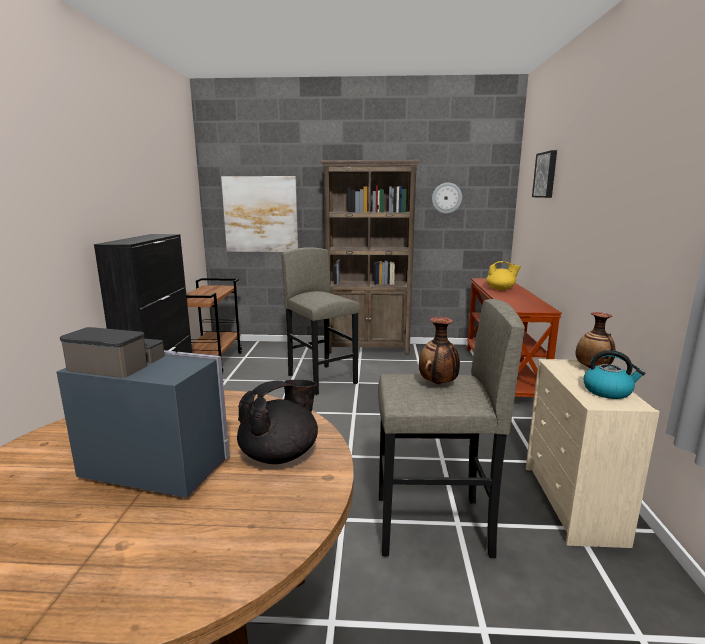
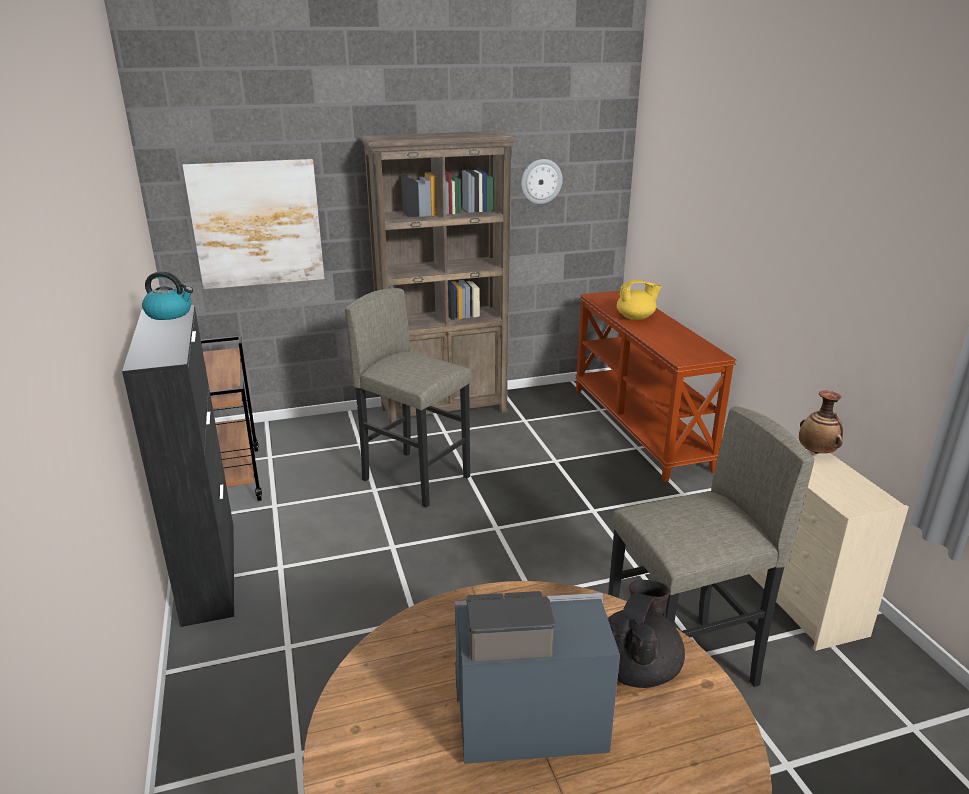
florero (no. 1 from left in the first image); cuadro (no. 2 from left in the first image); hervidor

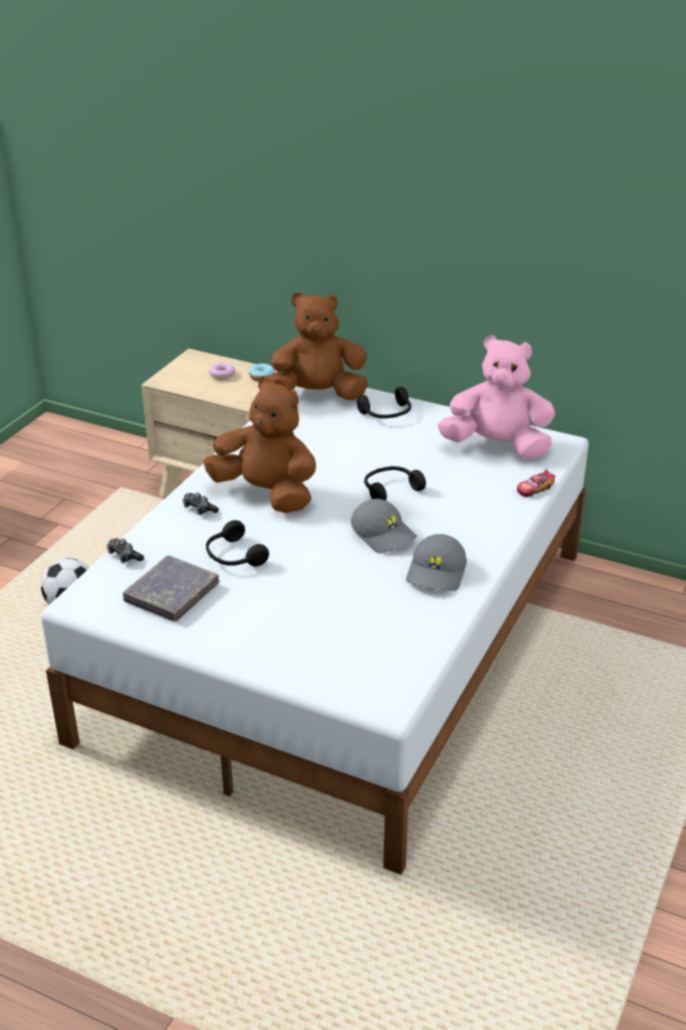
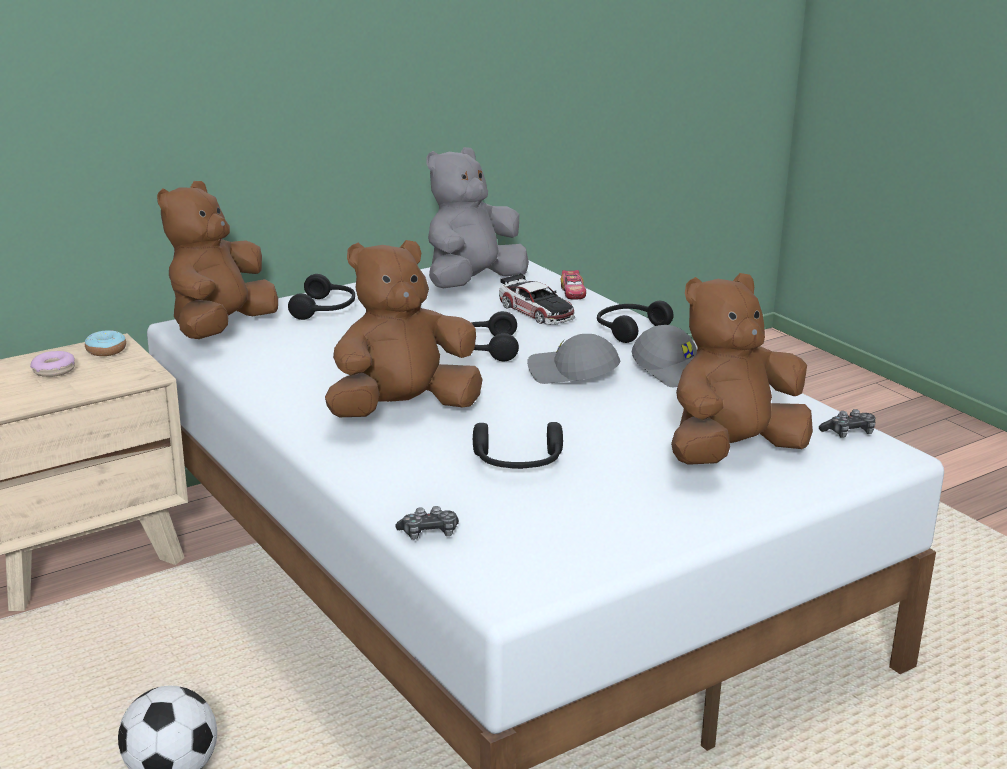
libro/gris; coche de juguete (no. 1 from left); auriculares/negro (no. 4 from left); peluche/marrón (no. 3 from left); mando de consola (no. 2 from left); peluche/gris; gorra/gris (no. 1 from left)

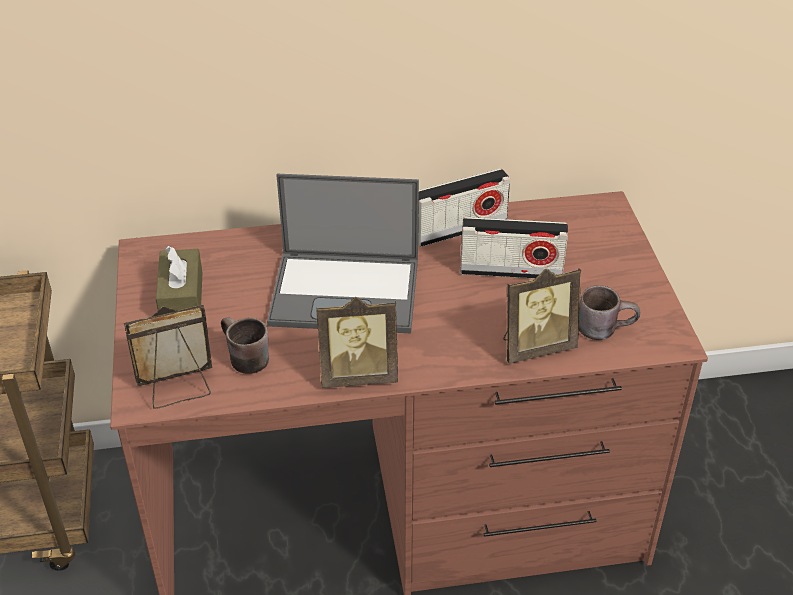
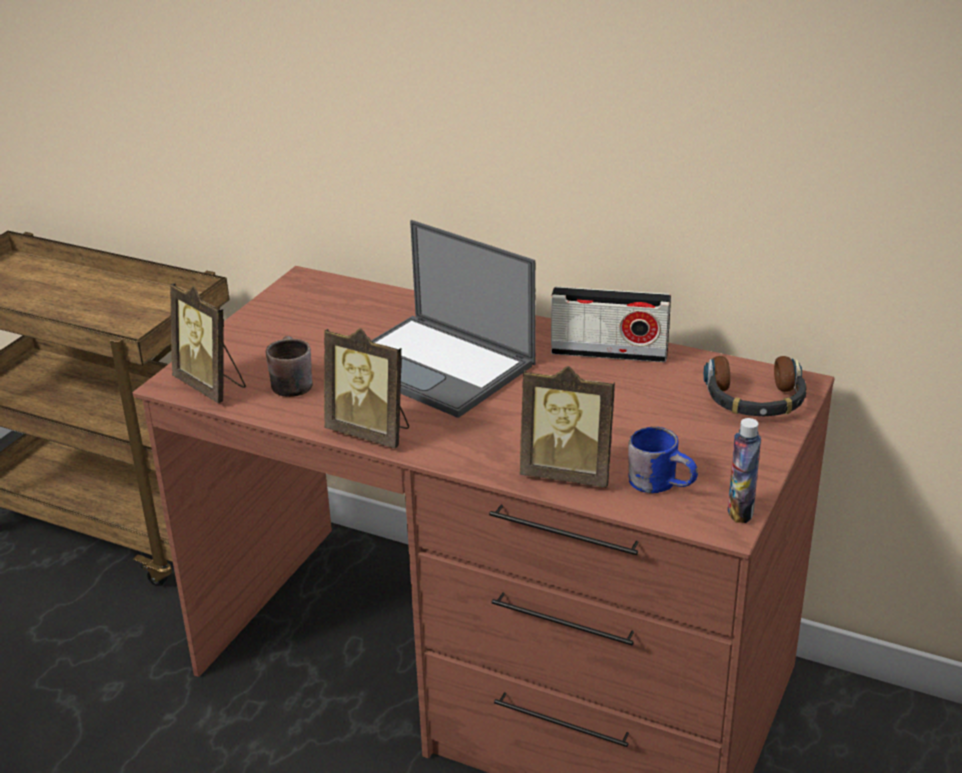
caja de pañuelos/marrón; radio (no. 2 from left in the first image); auriculares; botella; taza grande/azul; portarretratos (no. 1 from left)

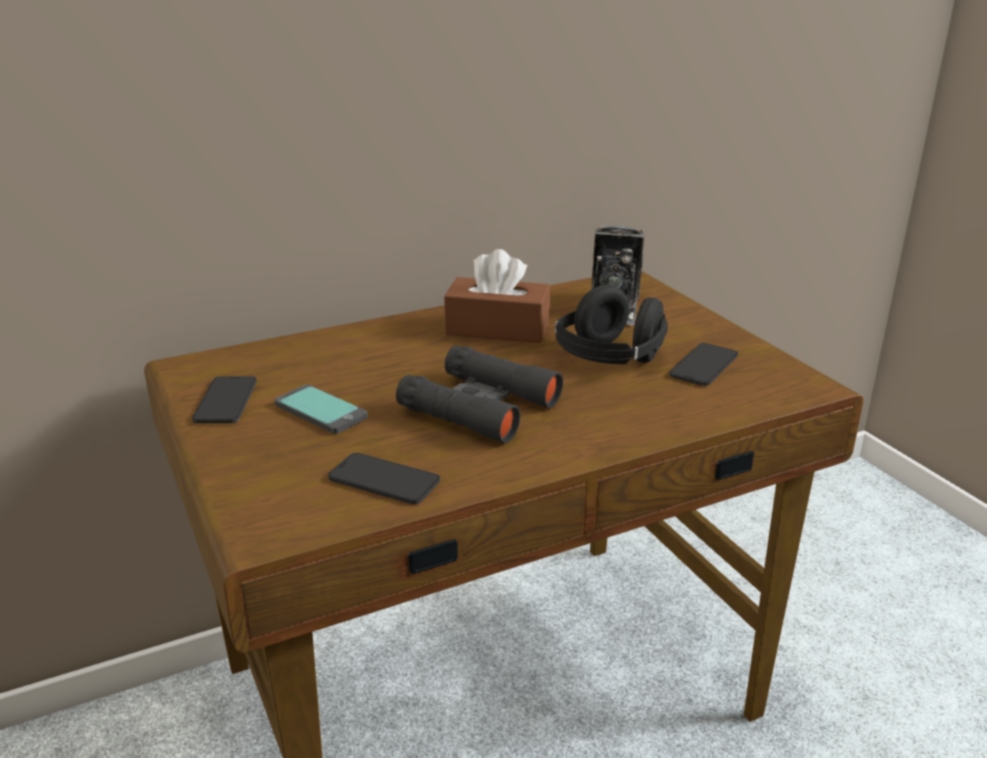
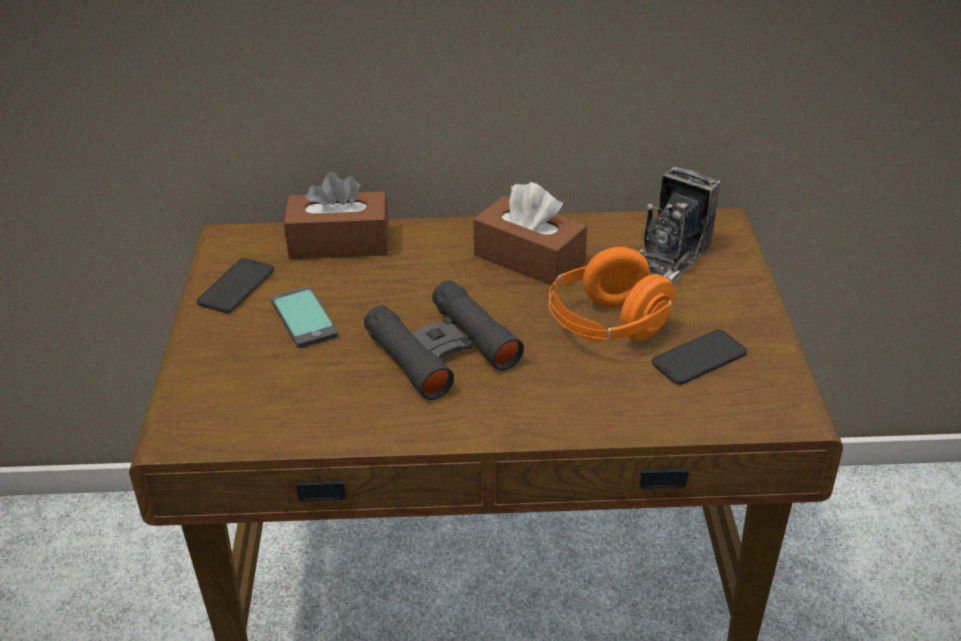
móvil (no. 3 from left in the first image); caja de pañuelos/marrón (no. 1 from left); auriculares/naranja

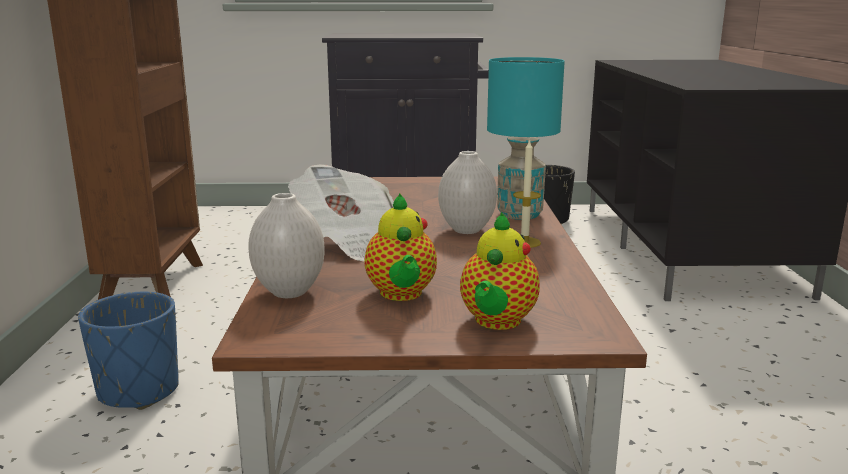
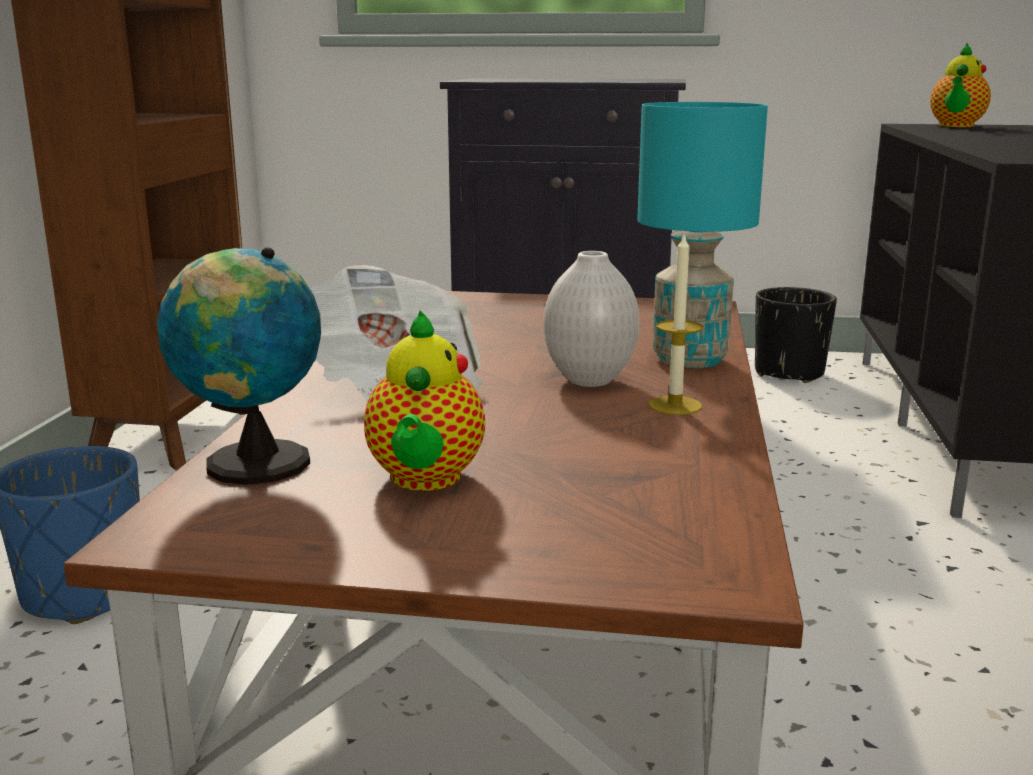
tetera (no. 2 from left); globo terráqueo

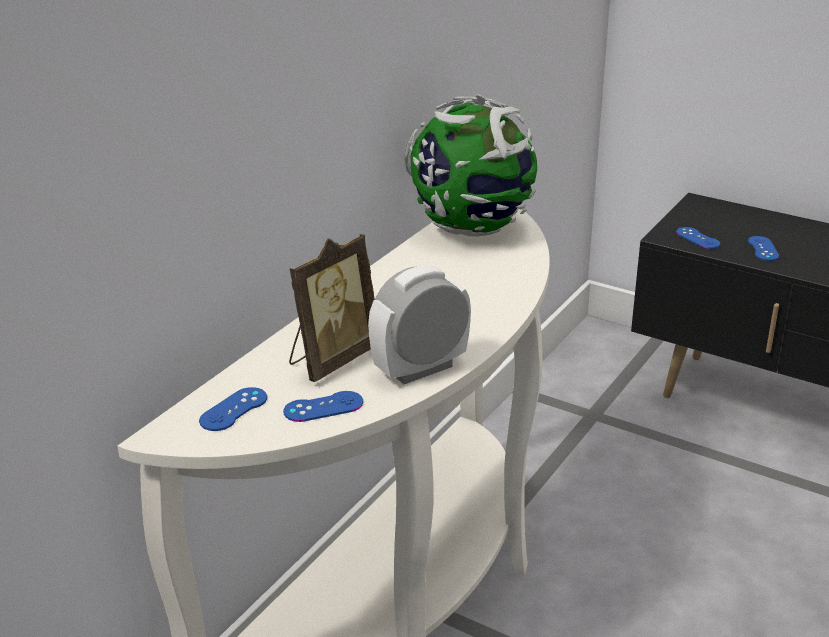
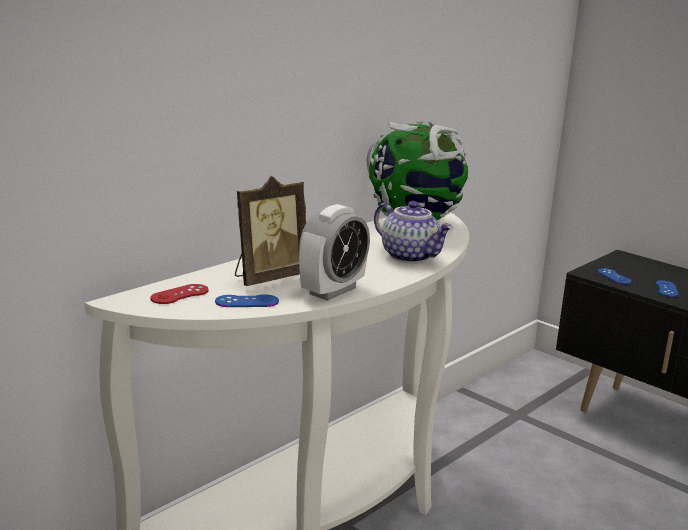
tetera; mando de consola/rojo; despertador

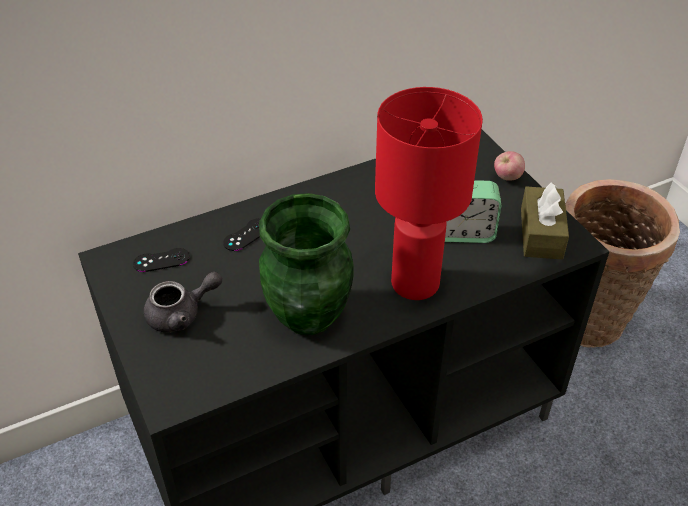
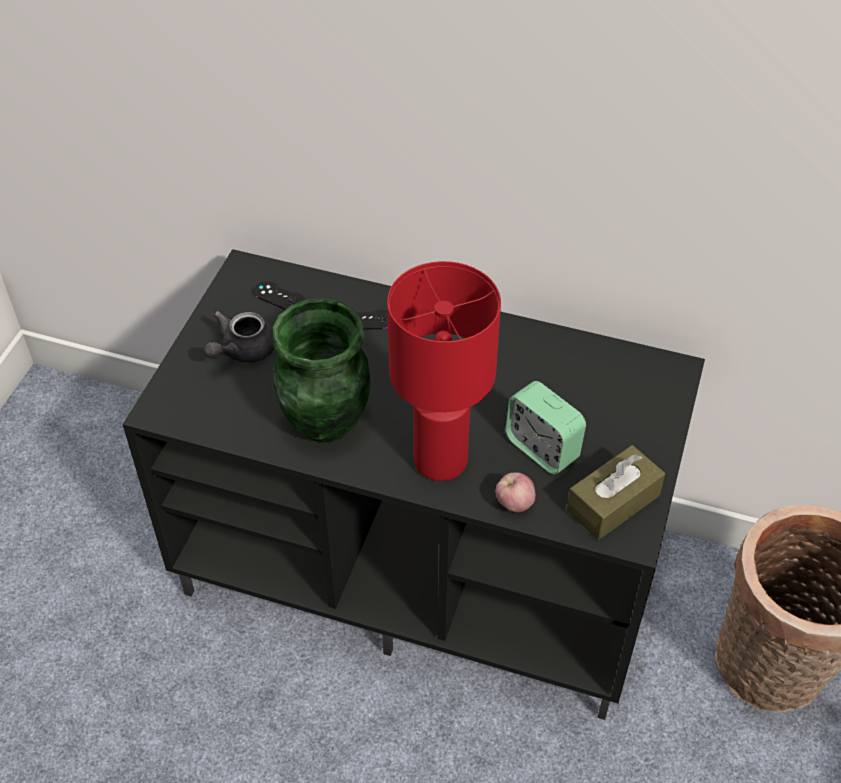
manzana; tetera/gris

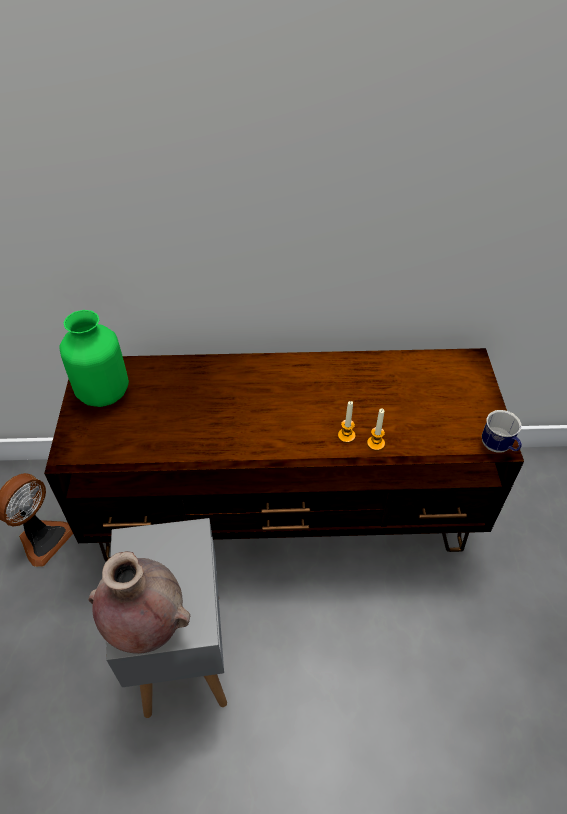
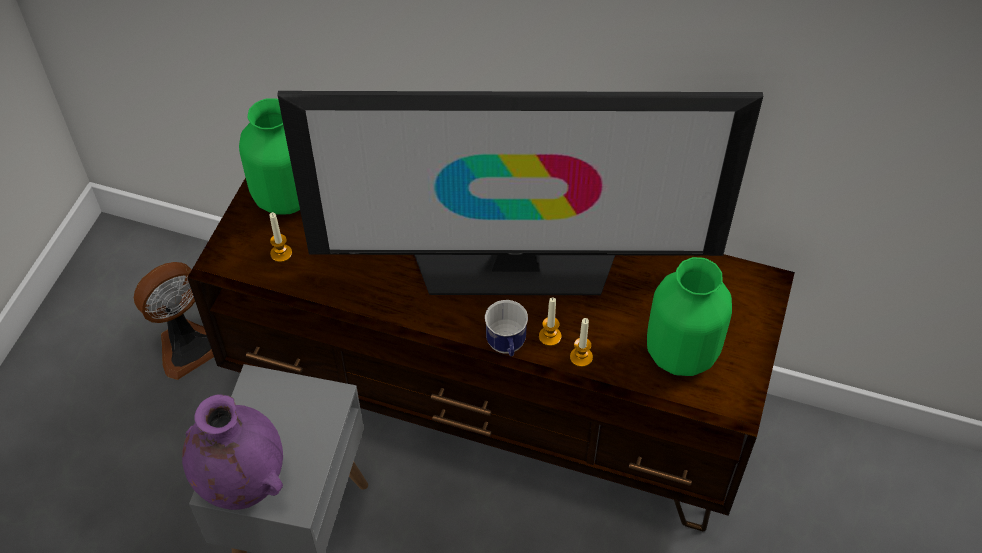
vela (no. 1 from left); televisor; florero/verde (no. 2 from left); taza grande; florero/morado

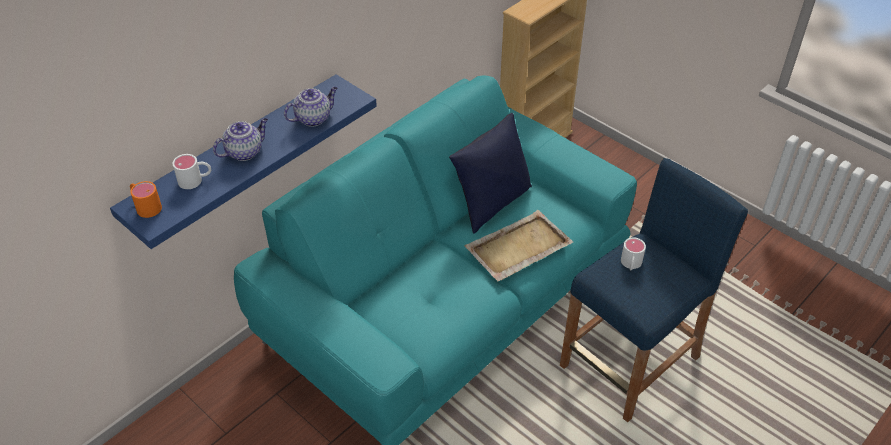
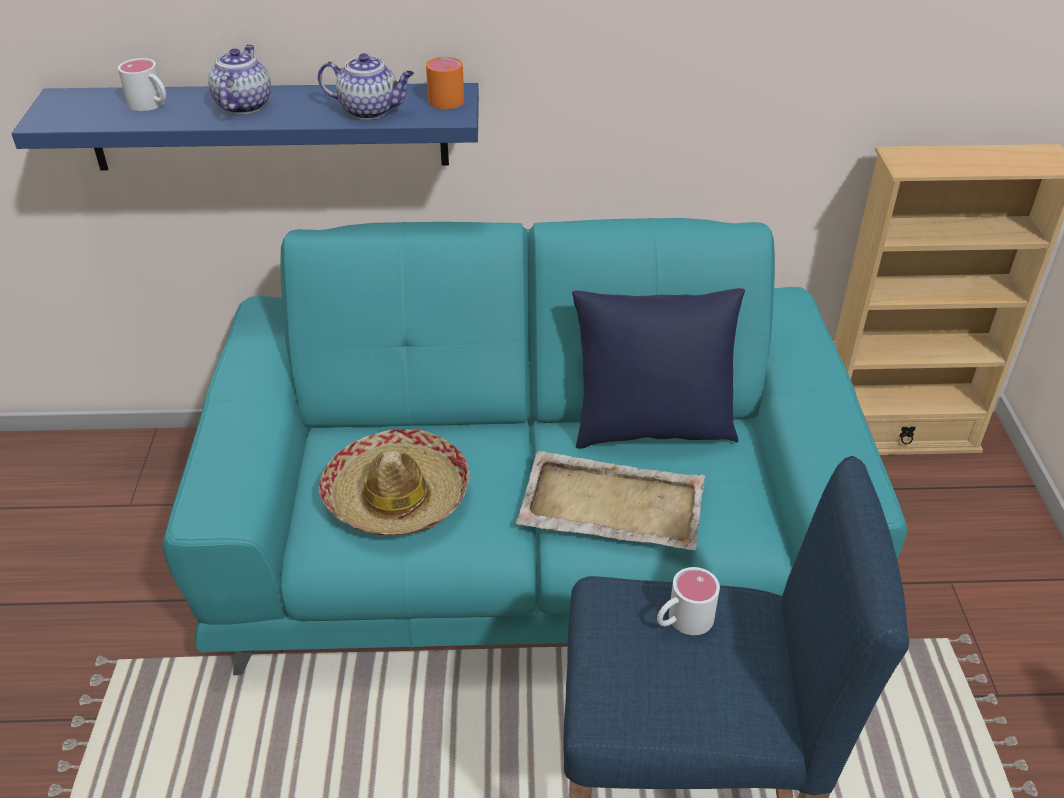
sombrero; taza grande/naranja; tetera (no. 1 from left)

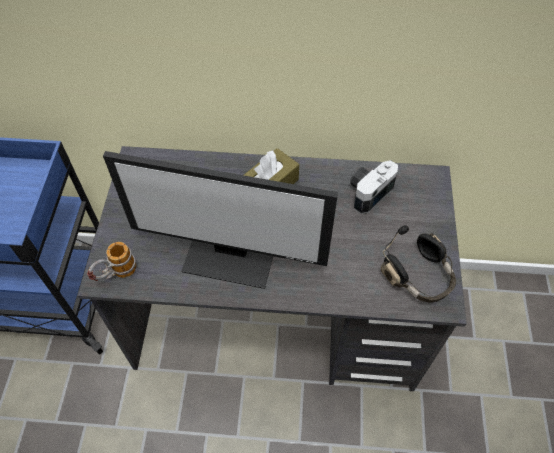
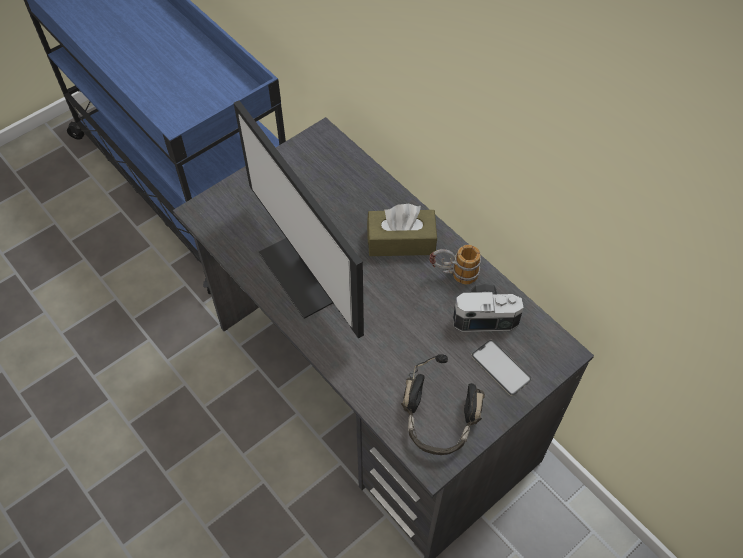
móvil; taza grande

